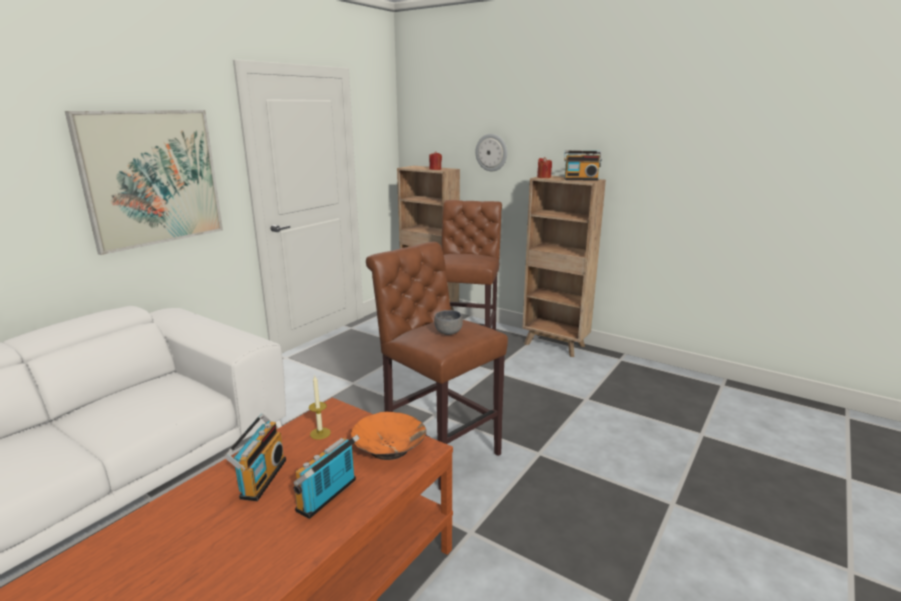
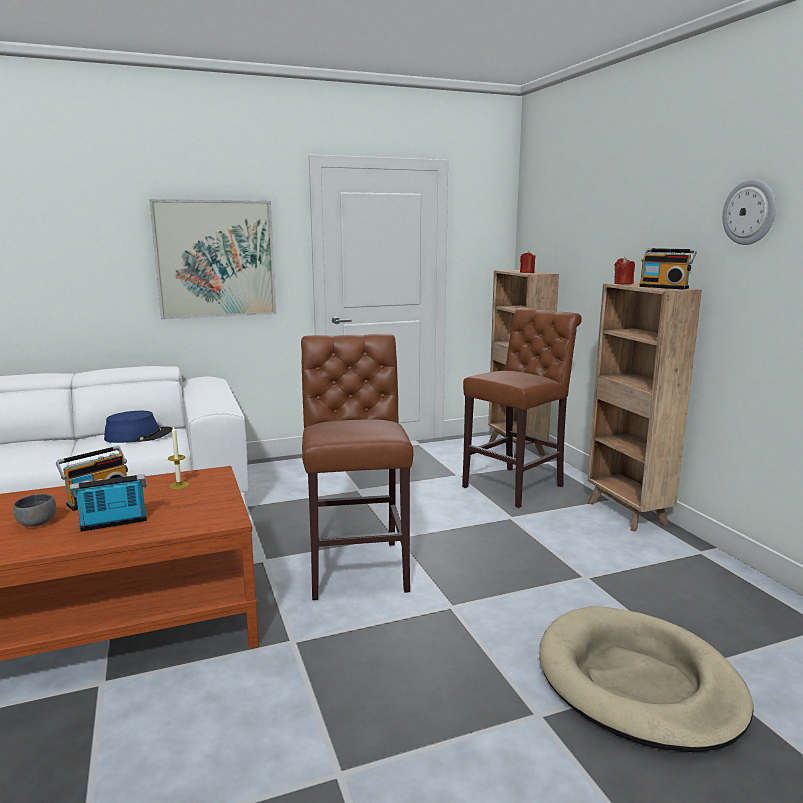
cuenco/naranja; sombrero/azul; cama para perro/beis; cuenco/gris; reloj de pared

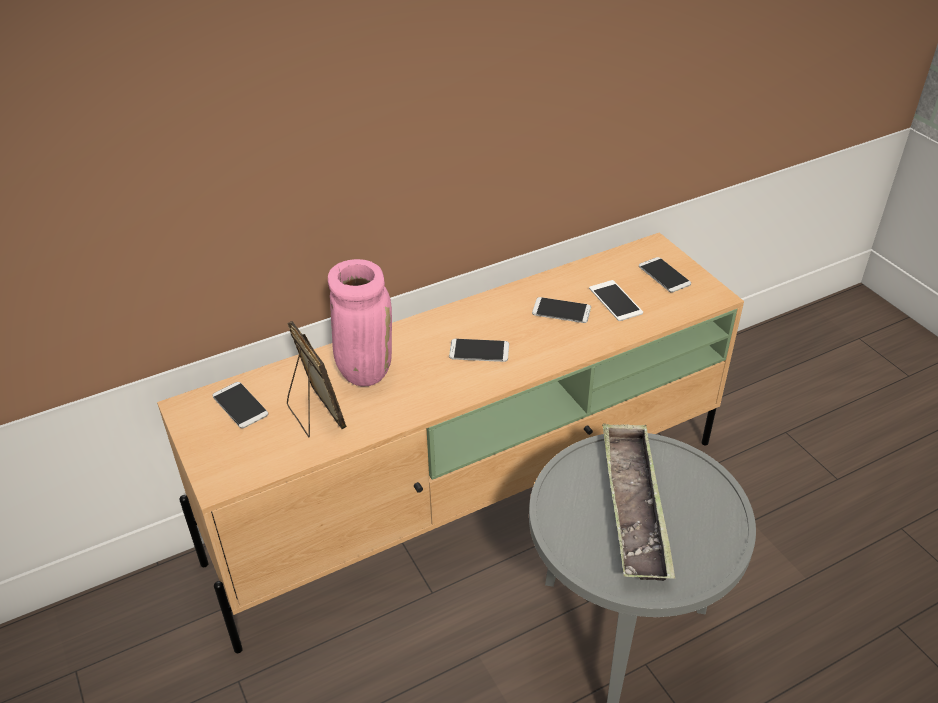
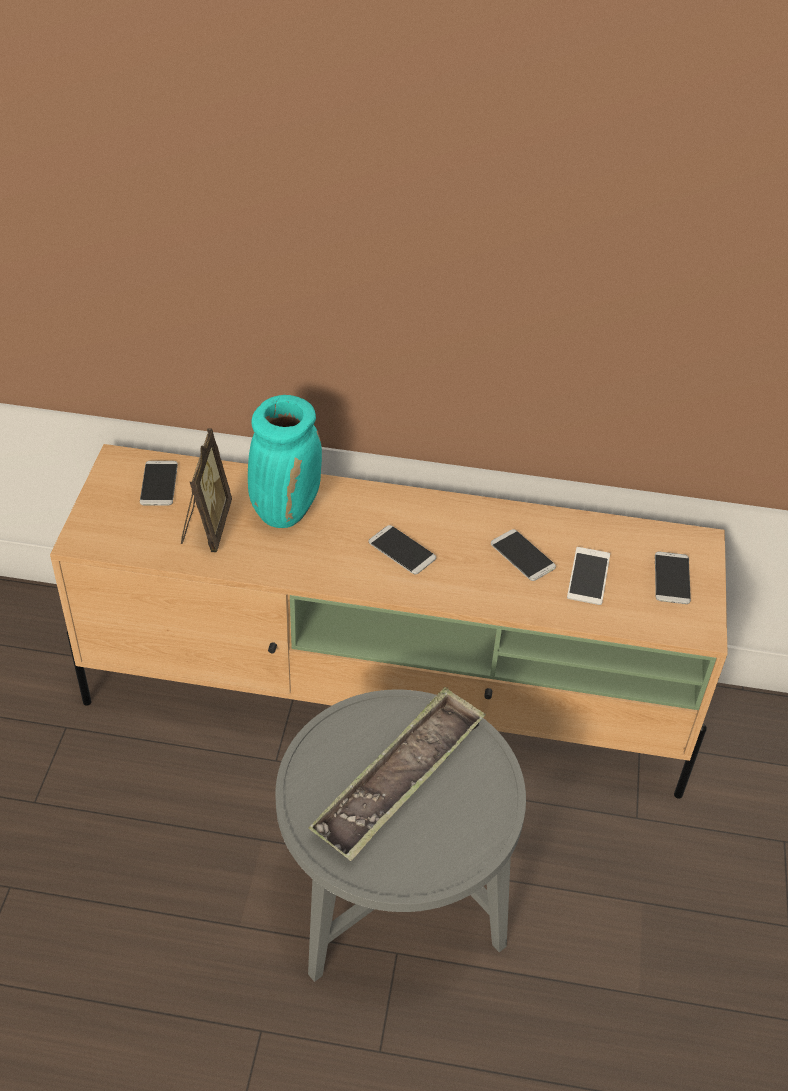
florero/turquesa

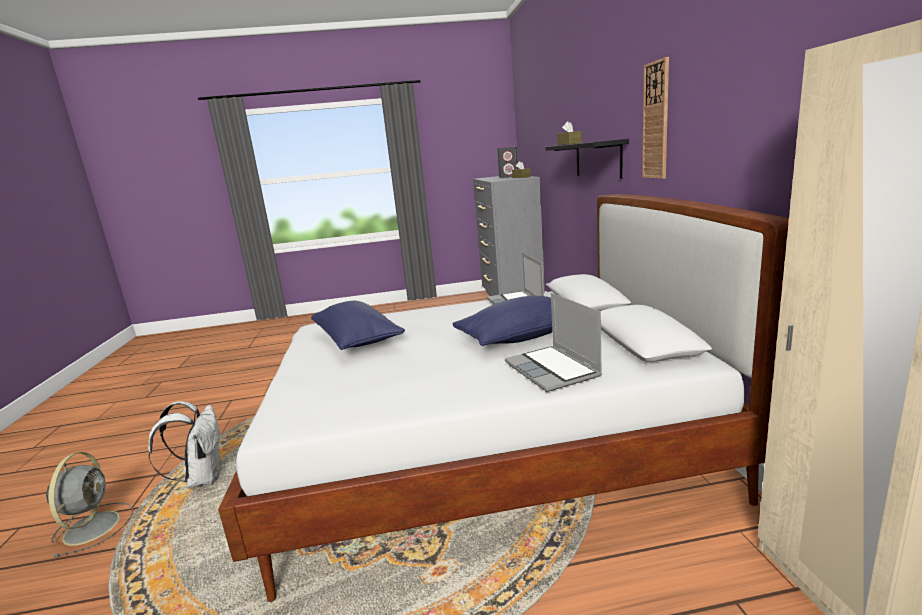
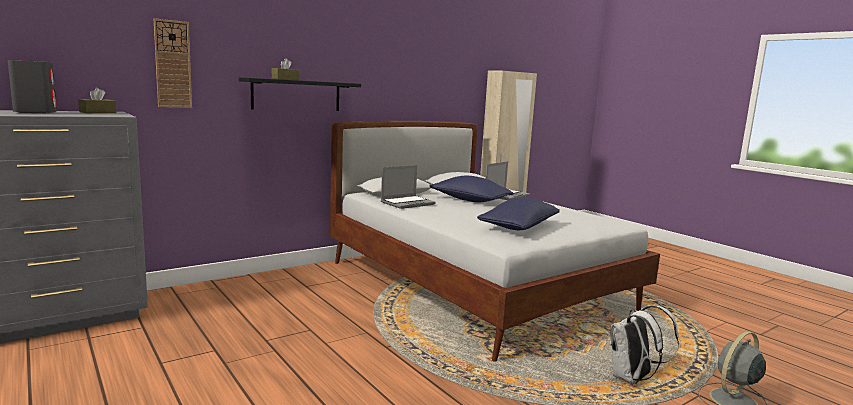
reloj de pared

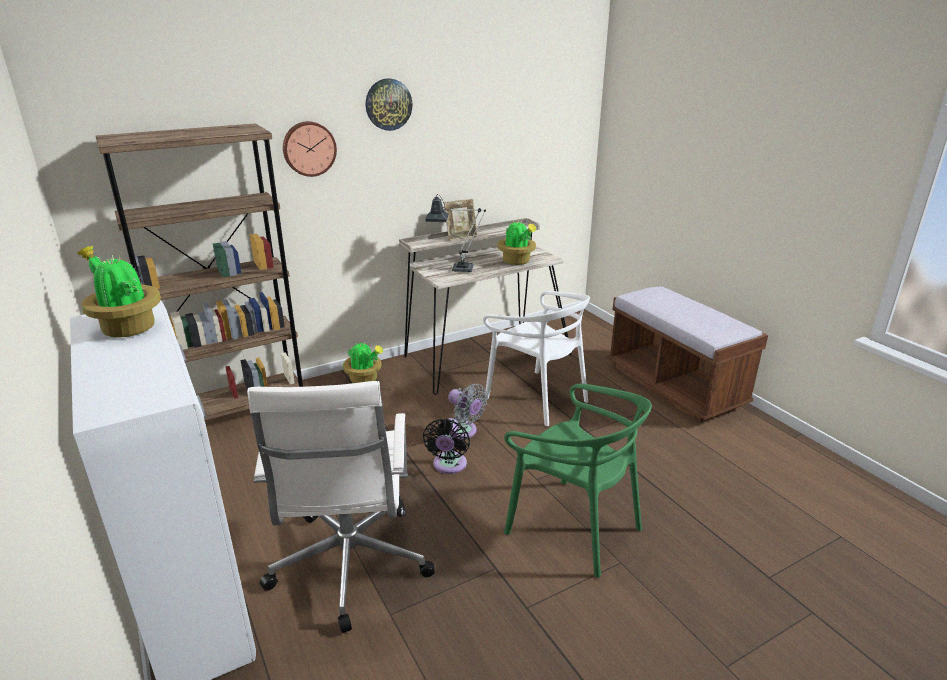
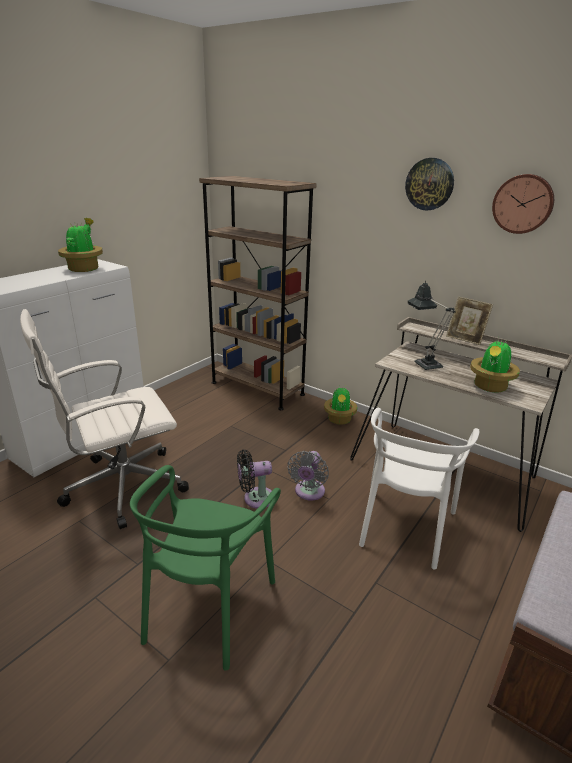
reloj de pared (no. 2 from left)

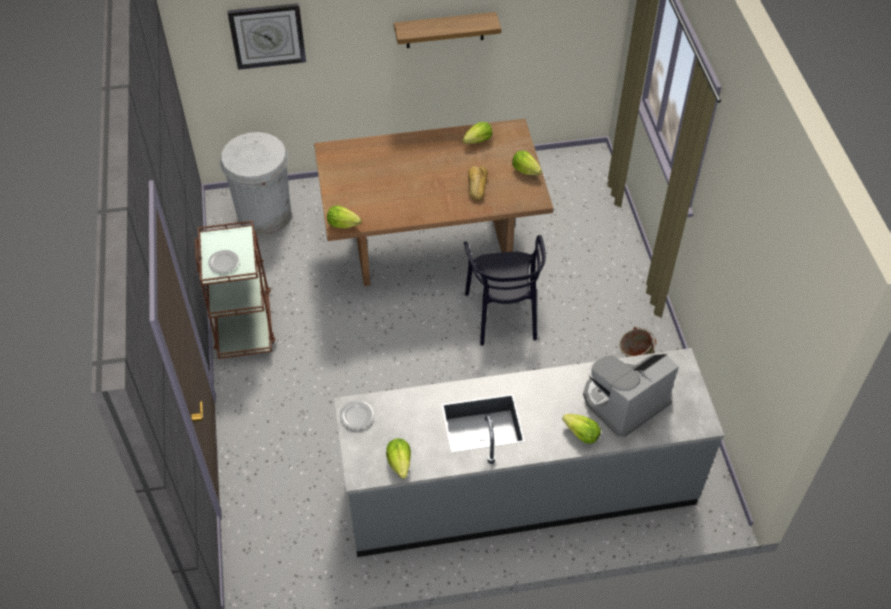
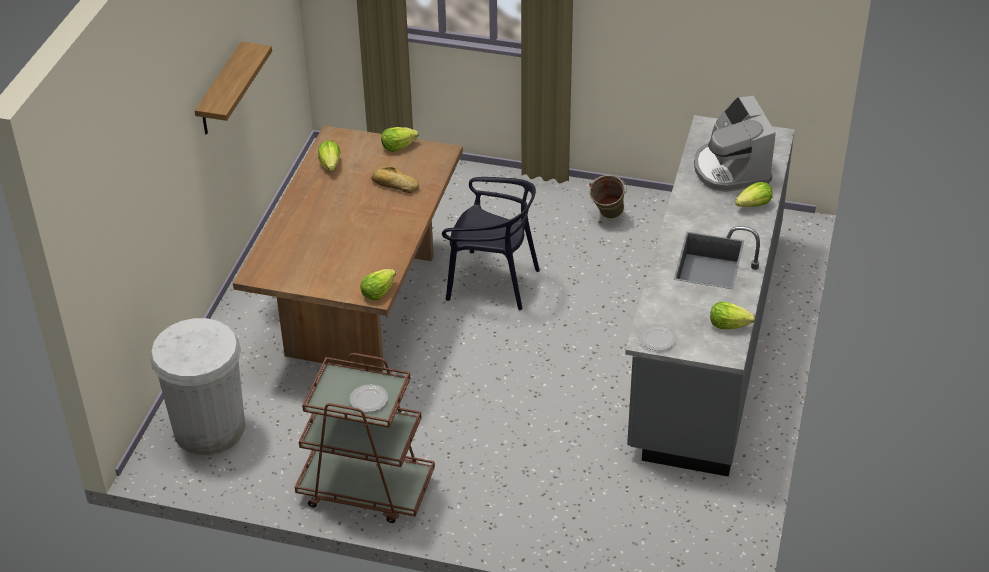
reloj de pared

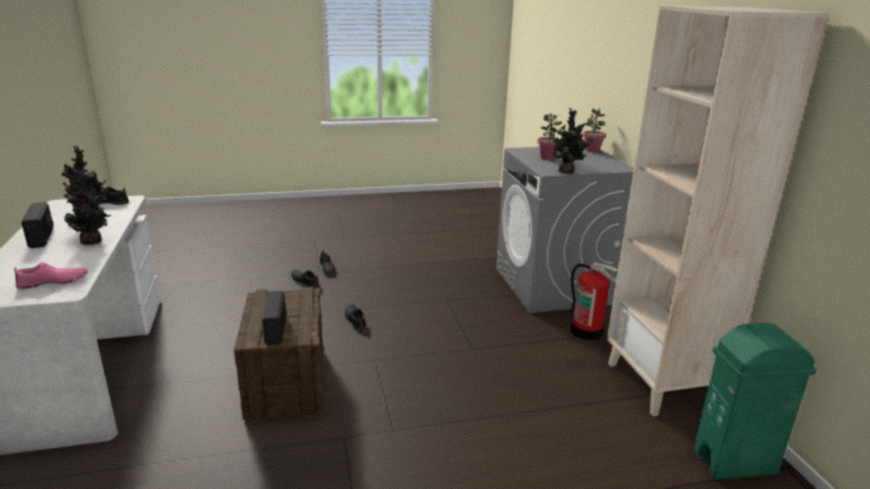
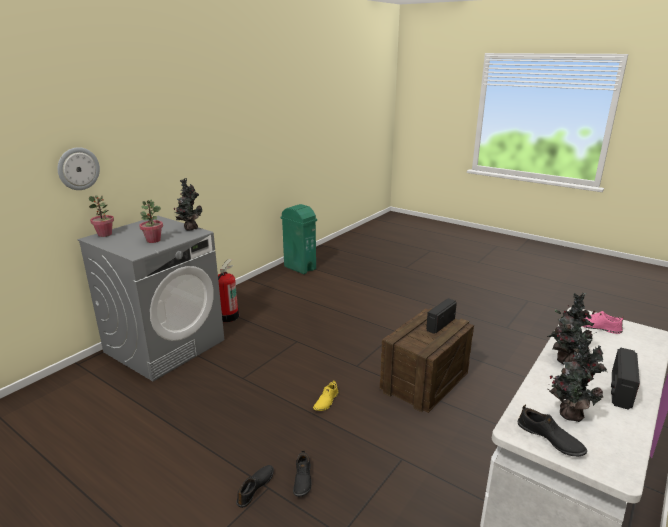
estantería/beis; reloj de pared; zapato/amarillo

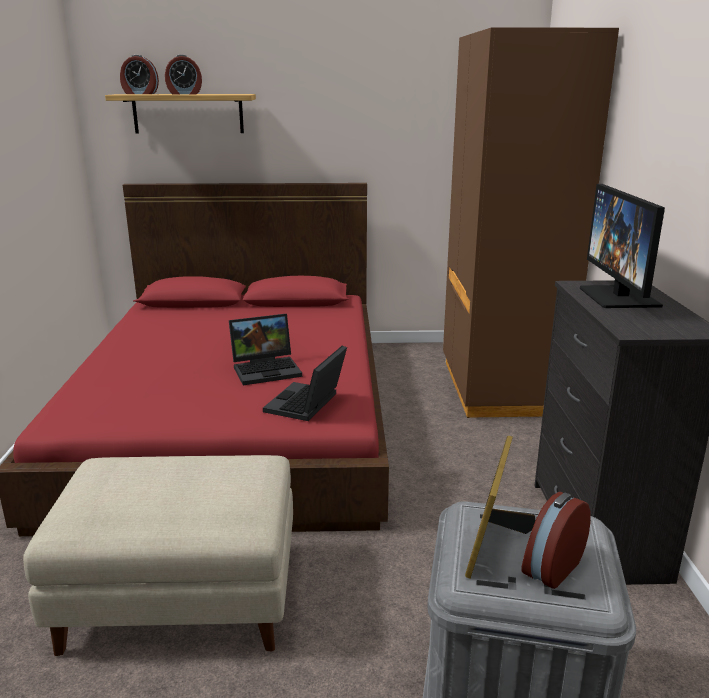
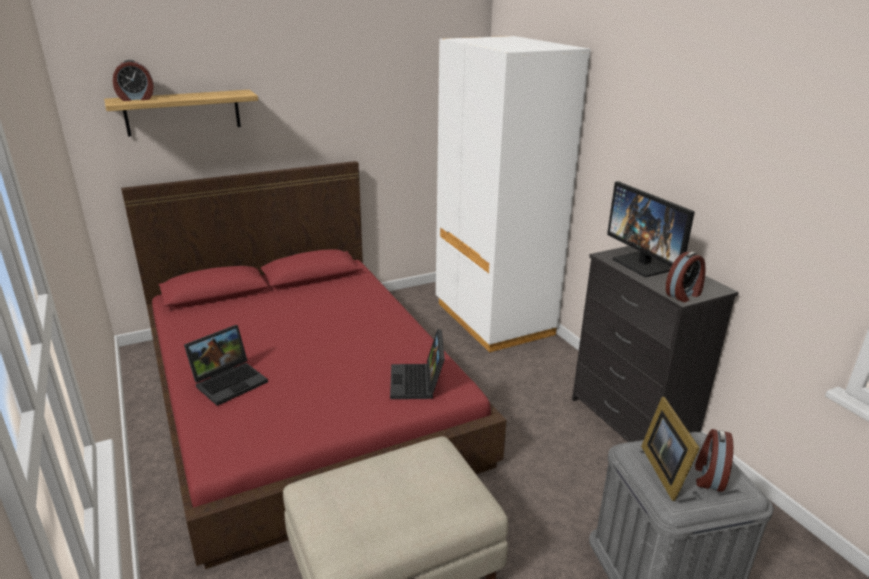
despertador (no. 2 from left); portátil (no. 1 from left); armario ropero/blanco

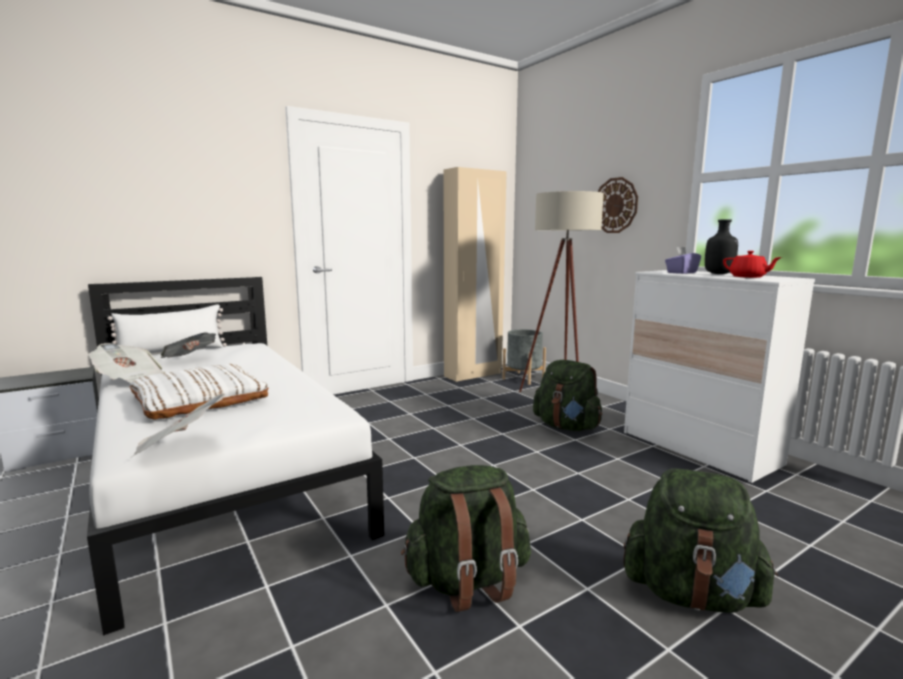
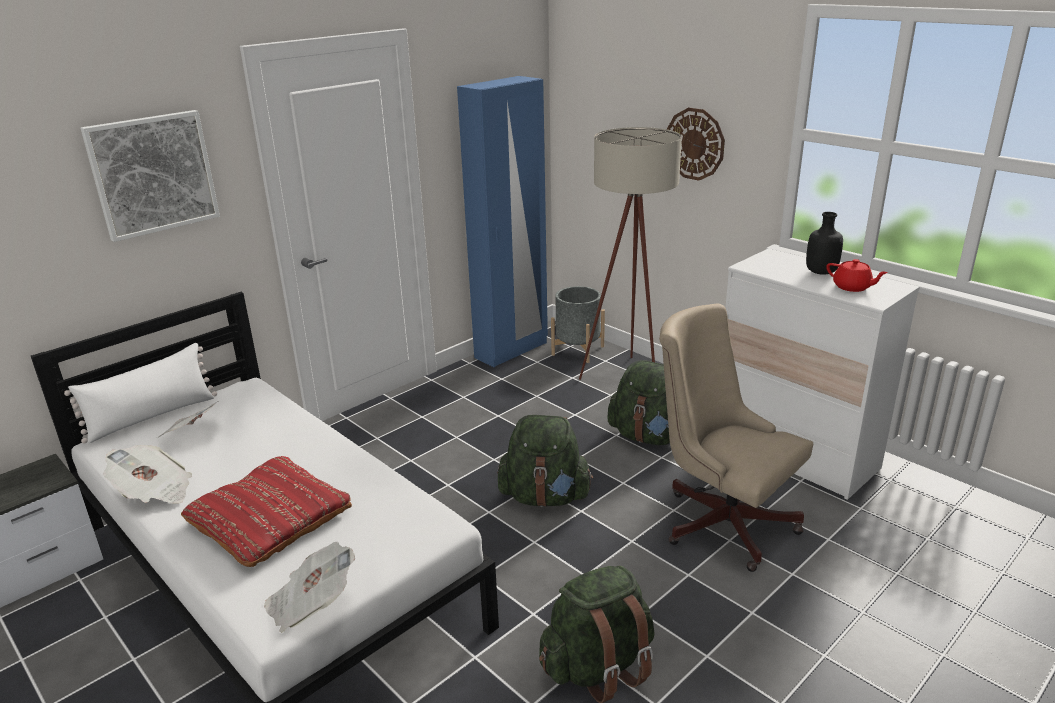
caja de pañuelos/morado; cuadro; silla de oficina/beis; mochila/verde (no. 1 from left); cojín/rojo; armario ropero/azul

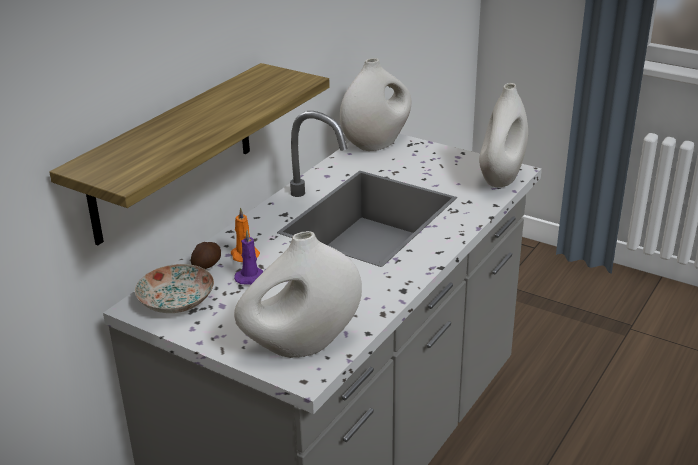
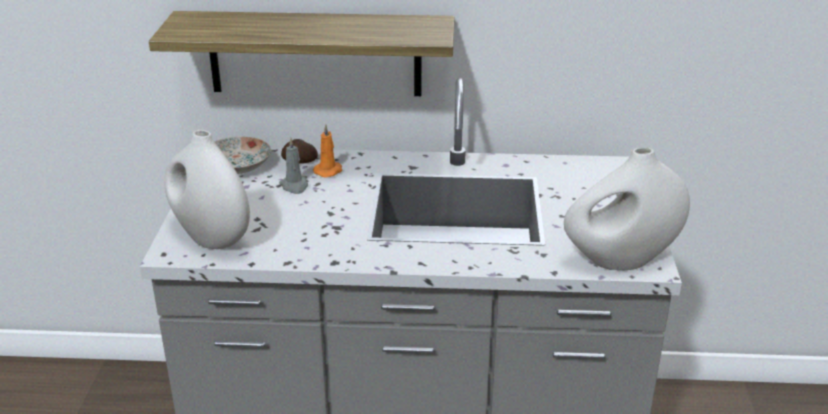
florero/blanco (no. 2 from left in the first image); vela/gris

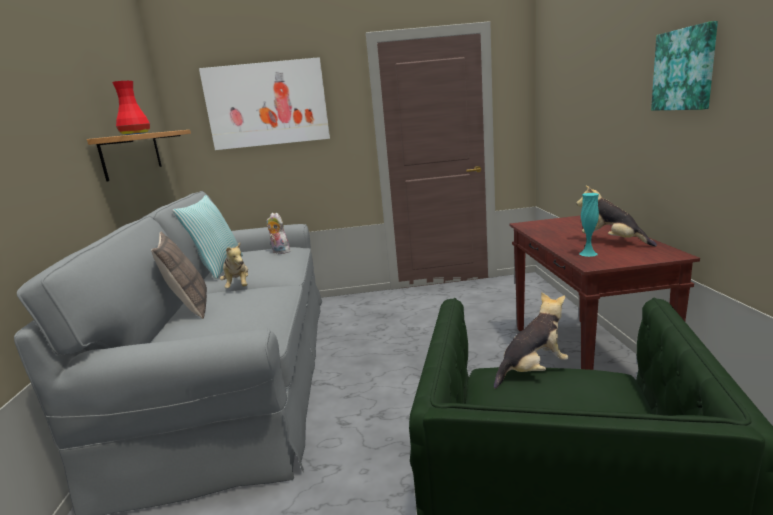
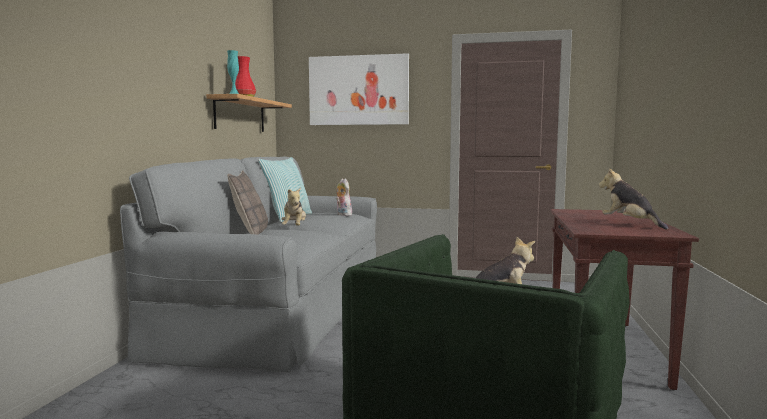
cuadro (no. 2 from left in the first image); florero/turquesa

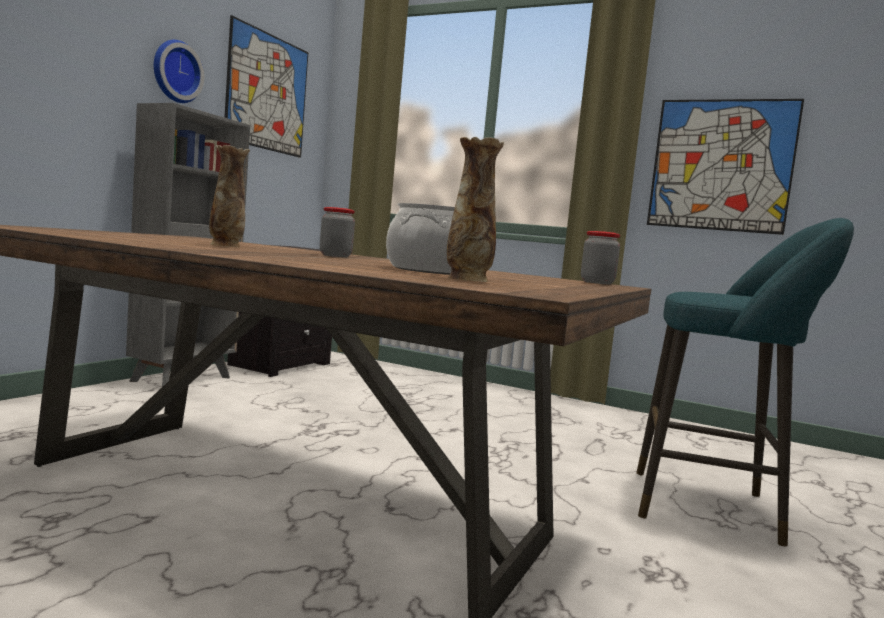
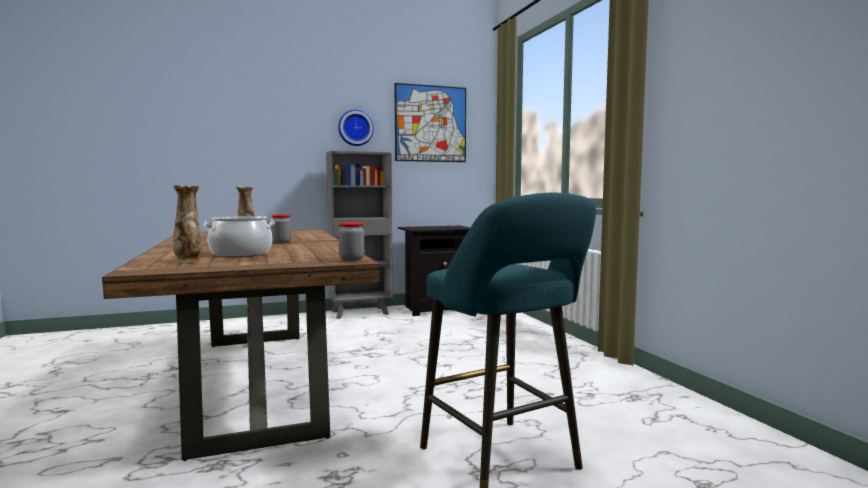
cuadro (no. 2 from left in the first image)

